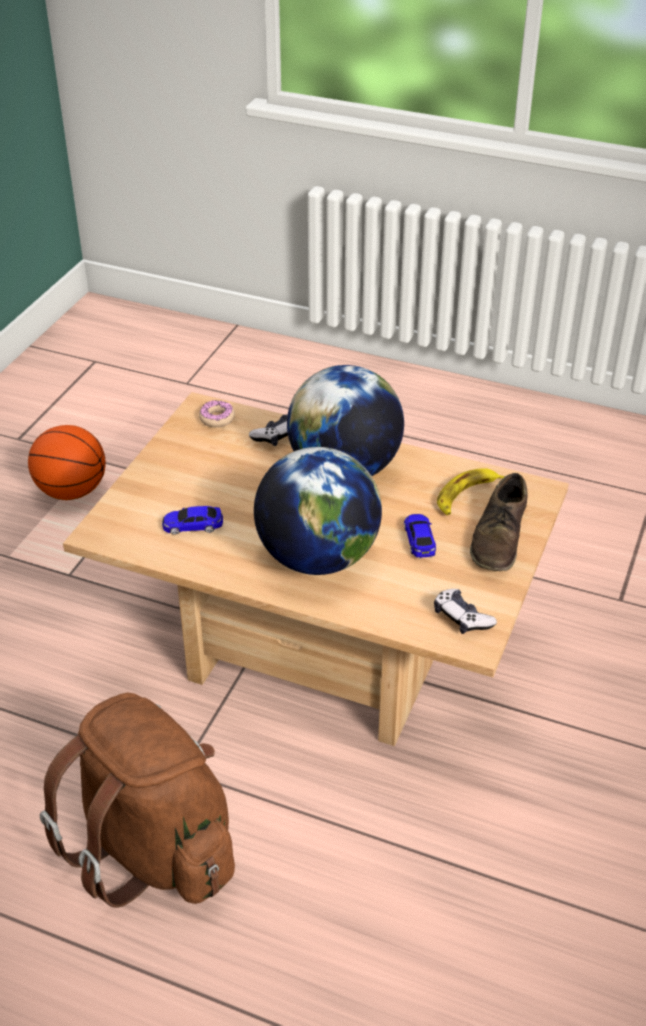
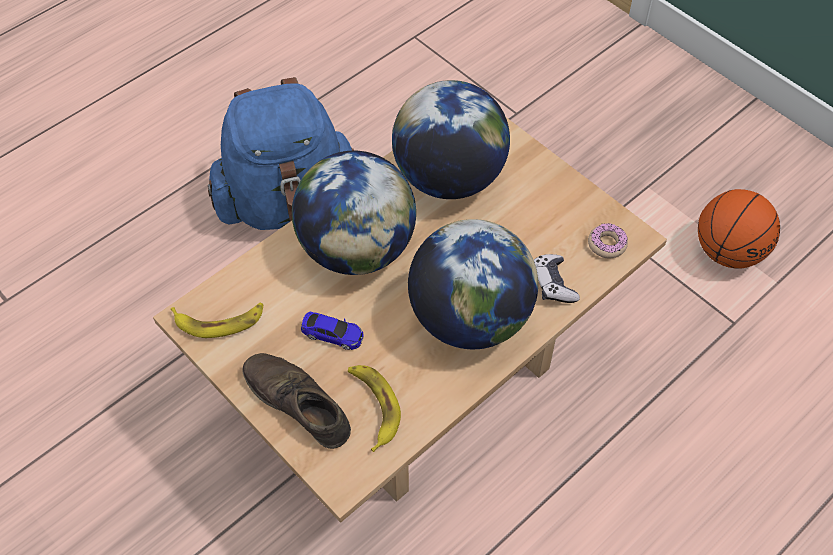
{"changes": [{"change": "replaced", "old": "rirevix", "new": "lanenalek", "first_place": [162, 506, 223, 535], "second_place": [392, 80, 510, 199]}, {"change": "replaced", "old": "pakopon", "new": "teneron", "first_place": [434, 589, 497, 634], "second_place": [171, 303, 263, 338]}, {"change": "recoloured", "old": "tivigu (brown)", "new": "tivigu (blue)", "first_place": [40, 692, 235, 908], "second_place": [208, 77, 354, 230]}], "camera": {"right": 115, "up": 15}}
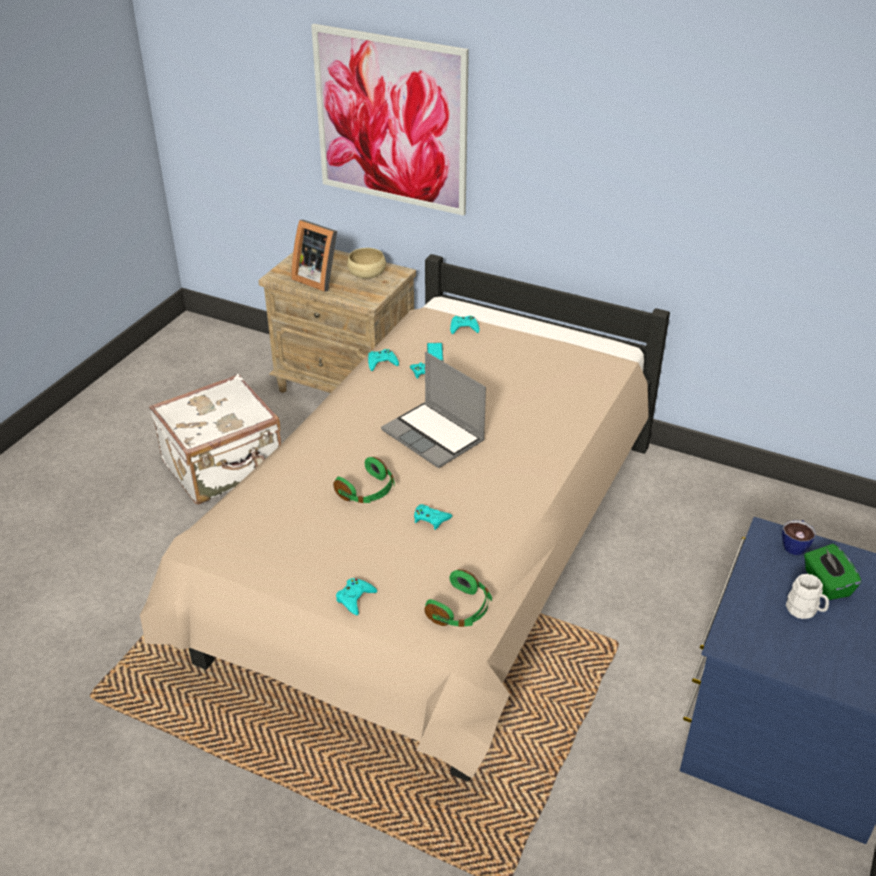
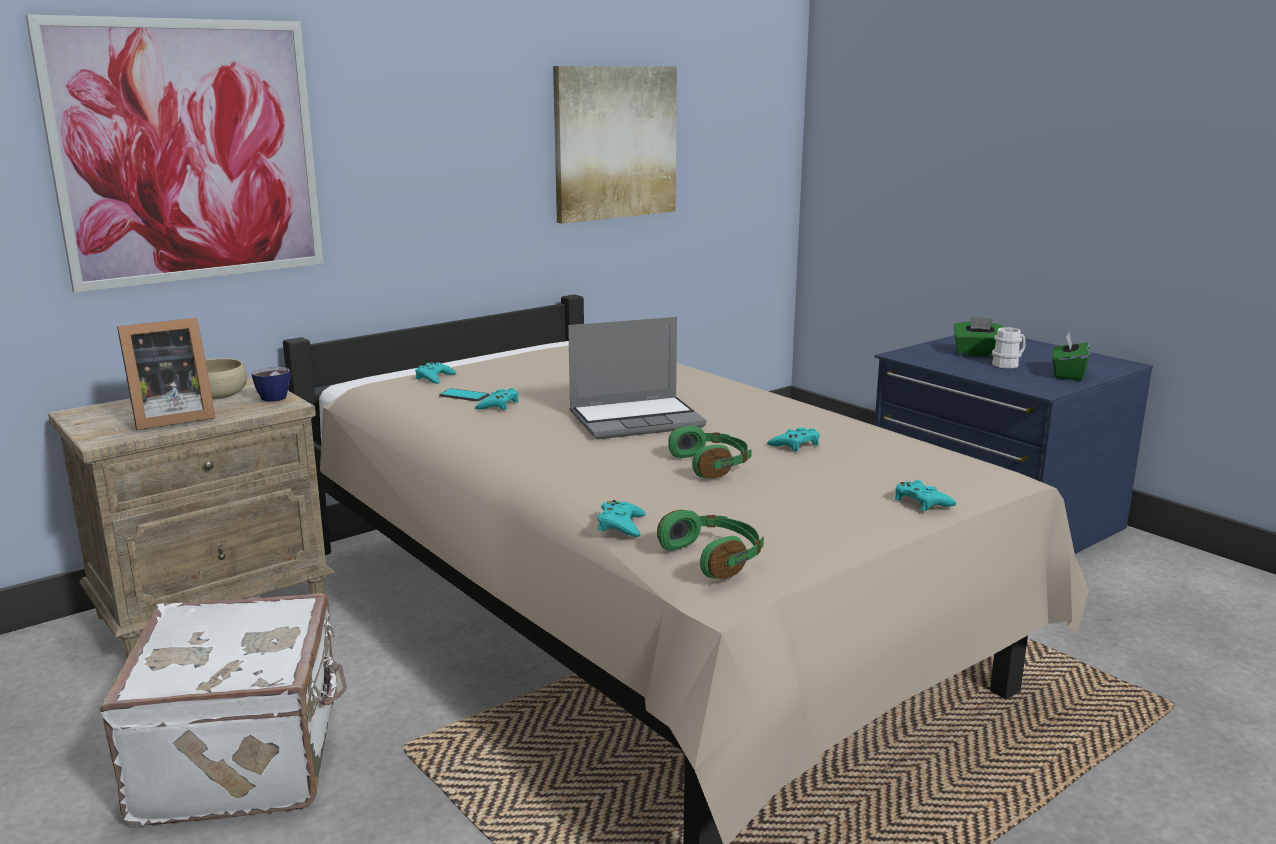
{"changes": [{"change": "moved", "old": "pakopon (turquoise)", "first_place": [368, 349, 399, 371], "second_place": [597, 500, 646, 537]}, {"change": "moved", "old": "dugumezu", "first_place": [782, 520, 816, 555], "second_place": [252, 367, 290, 402]}, {"change": "moved", "old": "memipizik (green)", "first_place": [424, 569, 492, 627], "second_place": [657, 510, 764, 579]}, {"change": "added", "new": "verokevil", "second_place": [553, 66, 677, 224]}, {"change": "added", "new": "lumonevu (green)", "second_place": [1052, 333, 1091, 381]}], "camera": {"right": -65, "up": -20}}
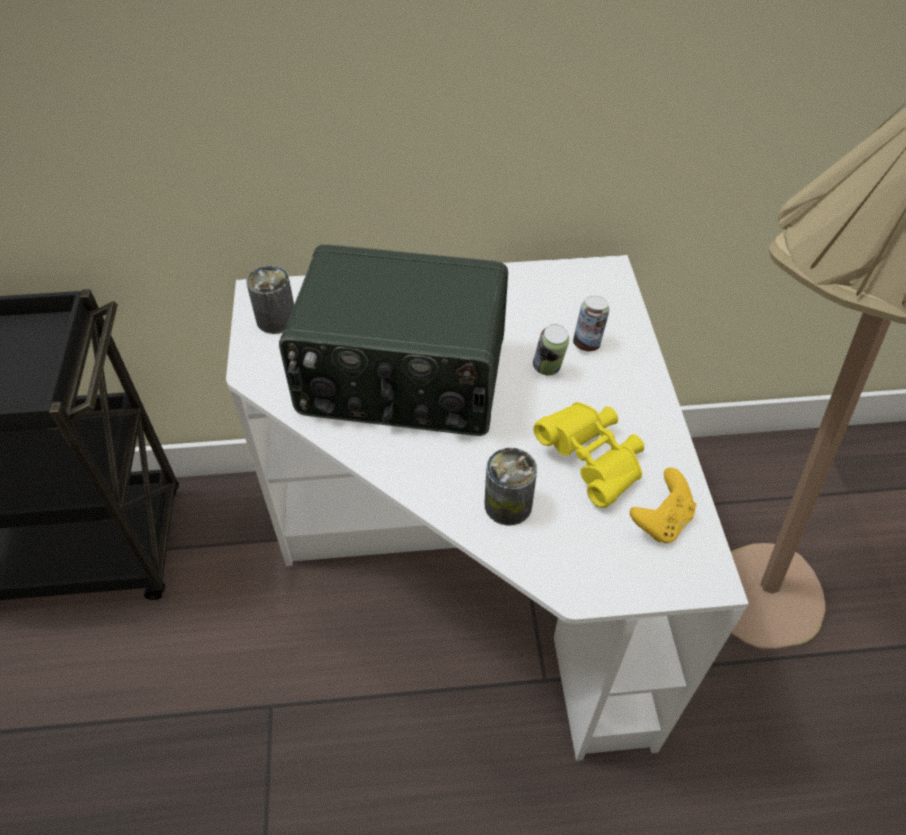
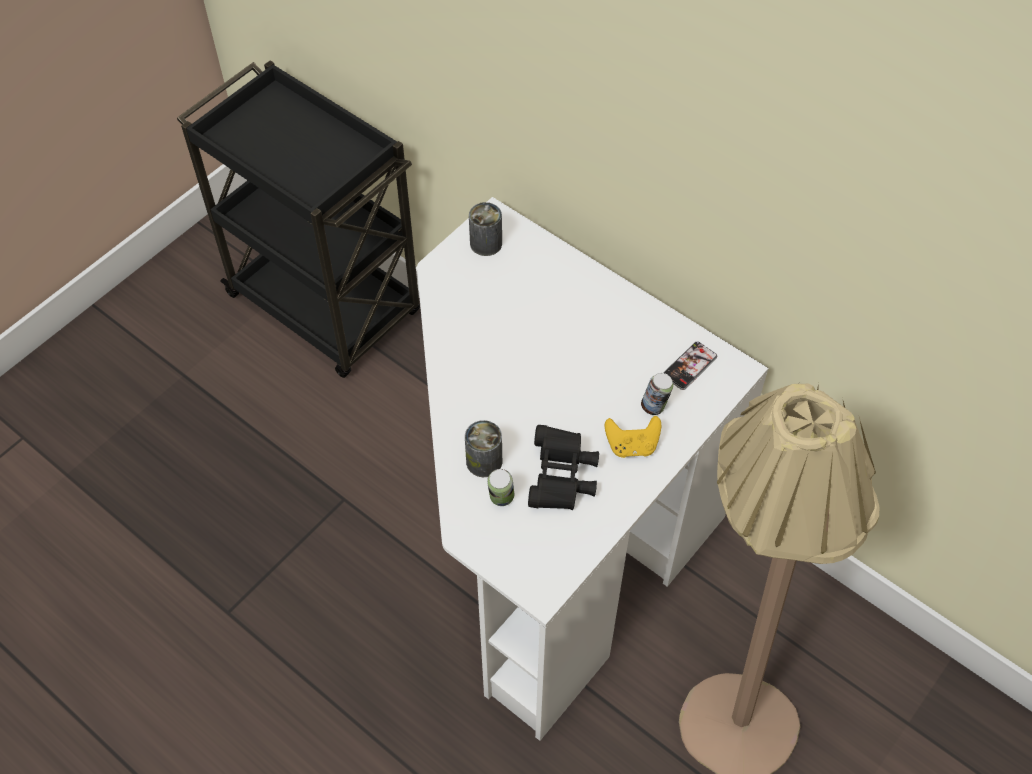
{"changes": [{"change": "removed", "old": "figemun", "first_place": [279, 244, 508, 436]}, {"change": "moved", "old": "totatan", "first_place": [533, 324, 569, 376], "second_place": [487, 469, 514, 506]}, {"change": "recoloured", "old": "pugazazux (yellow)", "new": "pugazazux (black)", "first_place": [533, 402, 644, 508], "second_place": [528, 425, 599, 510]}, {"change": "moved", "old": "pakopon (yellow)", "first_place": [630, 468, 696, 543], "second_place": [605, 416, 661, 458]}, {"change": "added", "new": "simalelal", "second_place": [663, 342, 717, 390]}], "camera": {"right": 45, "up": 5}}
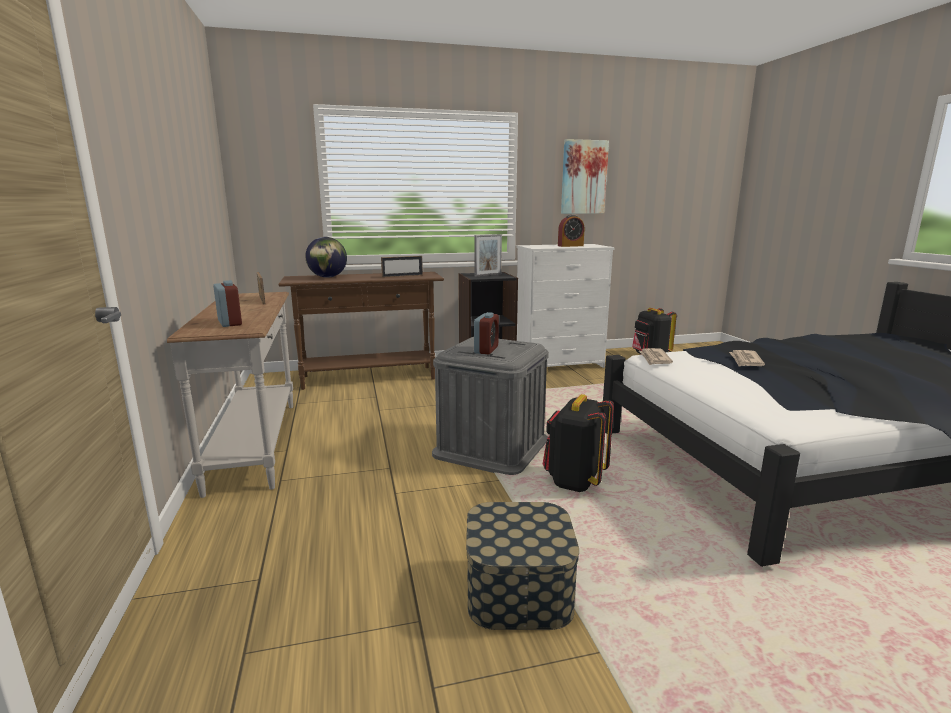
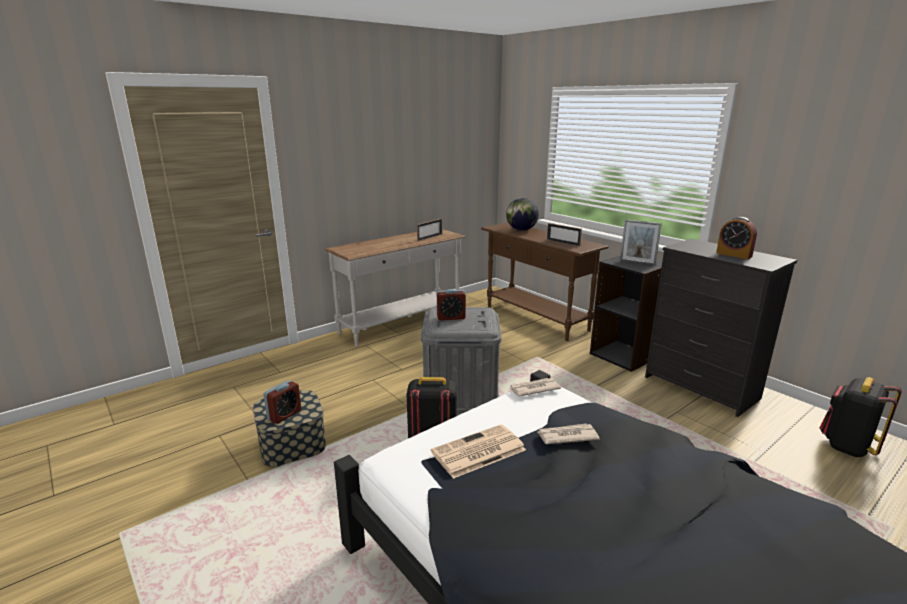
{"changes": [{"change": "removed", "old": "verokevil", "first_place": [561, 139, 609, 214]}, {"change": "recoloured", "old": "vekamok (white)", "new": "vekamok (black)", "first_place": [517, 244, 615, 368], "second_place": [645, 239, 797, 417]}, {"change": "moved", "old": "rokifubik", "first_place": [213, 280, 242, 327], "second_place": [263, 380, 301, 424]}, {"change": "added", "new": "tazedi", "second_place": [431, 424, 526, 479]}], "camera": {"right": 65, "up": 5}}
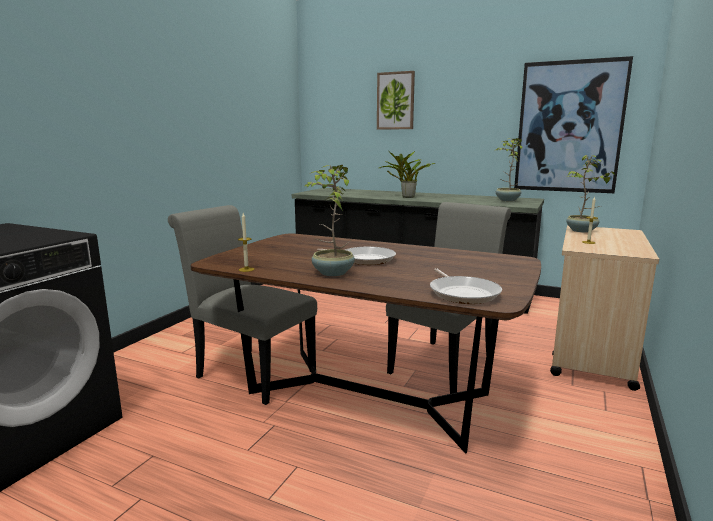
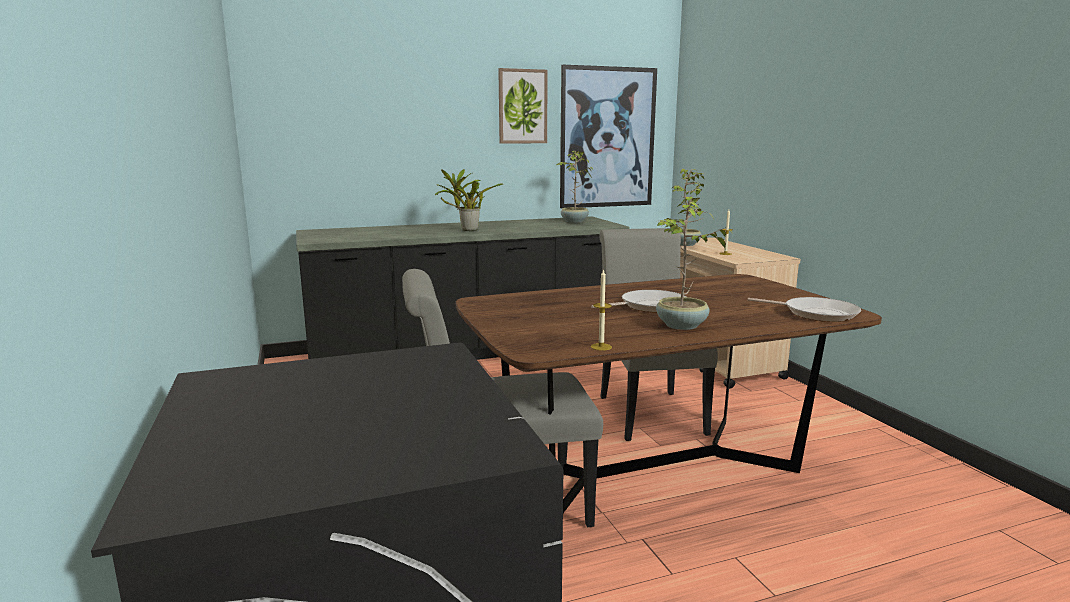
{"changes": [{"change": "moved", "old": "verokevil", "first_place": [377, 71, 415, 130], "second_place": [498, 68, 548, 144]}], "camera": {"right": -45, "up": 0}}
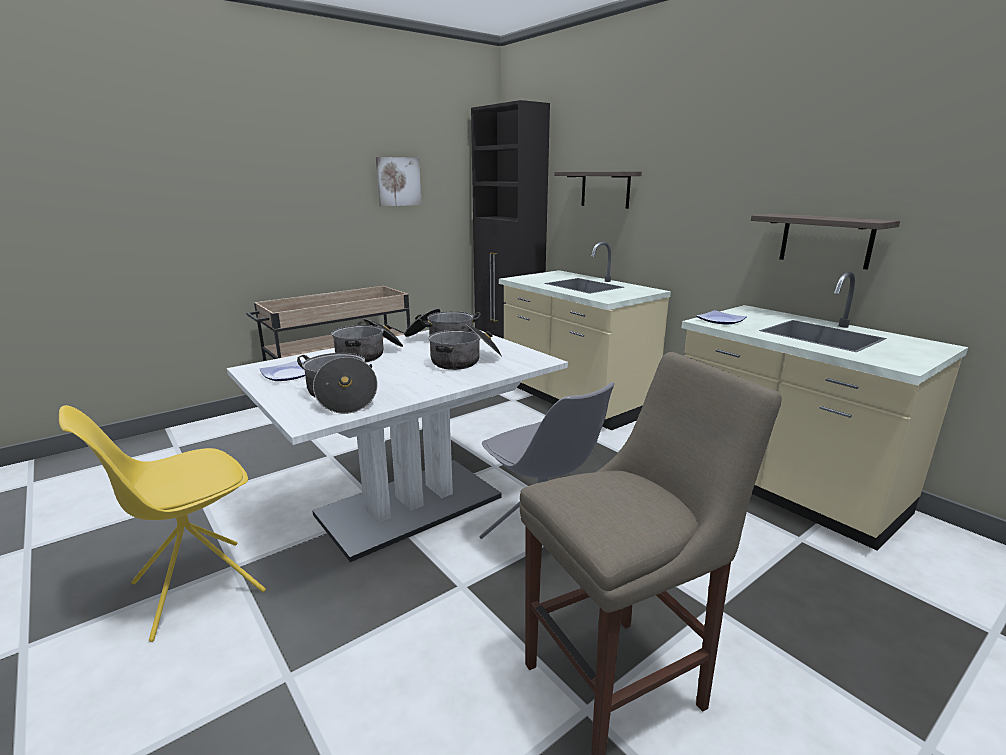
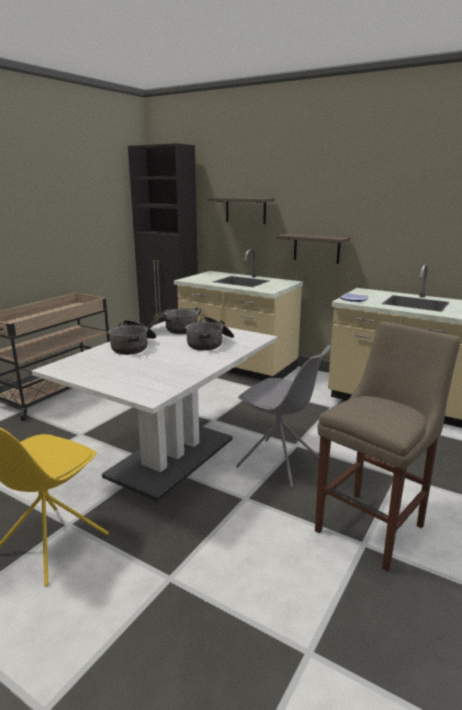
{"changes": [{"change": "removed", "old": "verokevil", "first_place": [376, 157, 422, 207]}, {"change": "moved", "old": "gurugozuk", "first_place": [751, 214, 900, 270], "second_place": [276, 233, 351, 264]}, {"change": "removed", "old": "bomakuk", "first_place": [297, 353, 378, 414]}, {"change": "removed", "old": "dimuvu", "first_place": [260, 360, 305, 381]}], "camera": {"right": -20, "up": 0}}
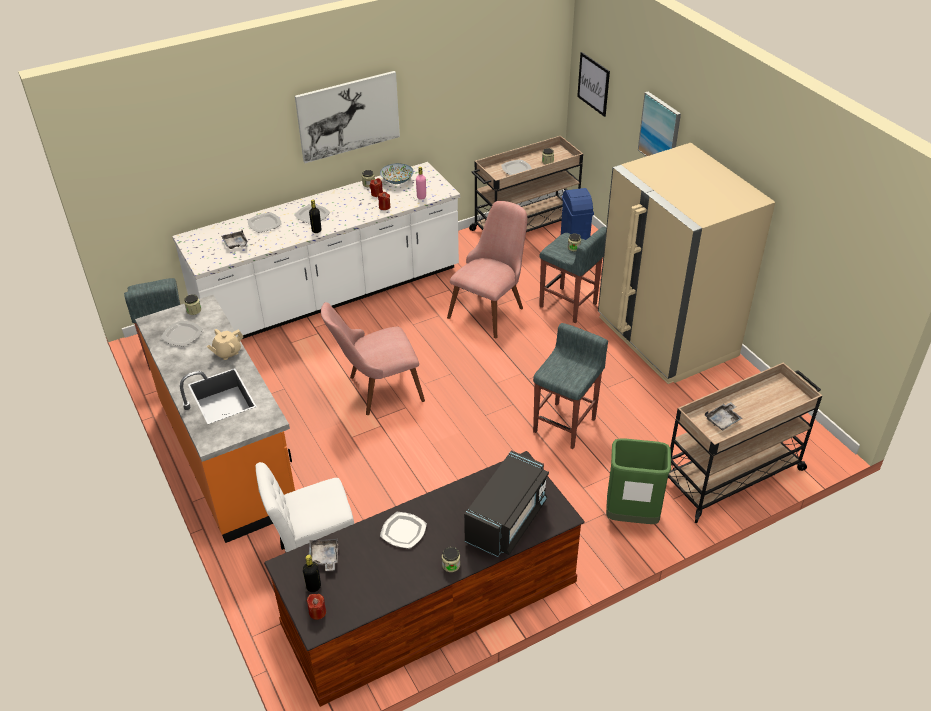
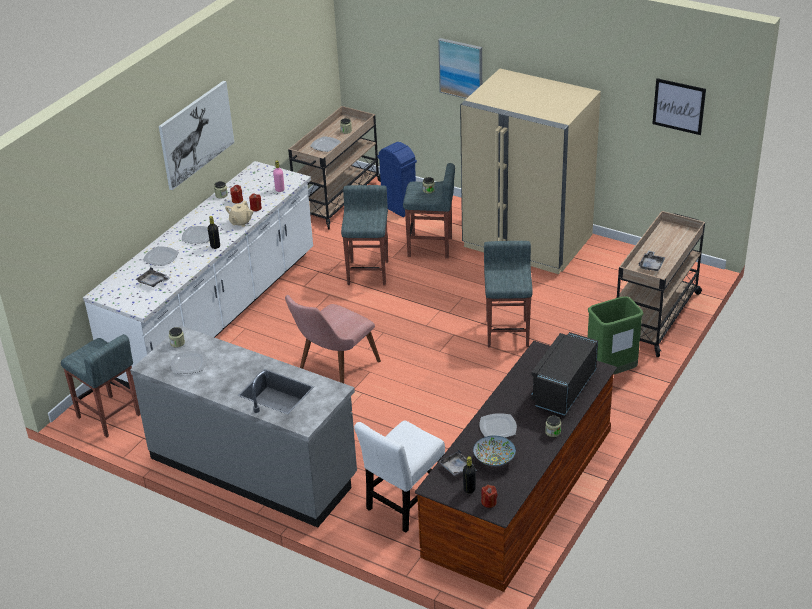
{"changes": [{"change": "moved", "old": "verokevil", "first_place": [577, 52, 610, 117], "second_place": [652, 78, 706, 135]}, {"change": "moved", "old": "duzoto", "first_place": [380, 163, 414, 184], "second_place": [473, 436, 516, 466]}, {"change": "replaced", "old": "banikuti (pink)", "new": "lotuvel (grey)", "first_place": [447, 201, 527, 338], "second_place": [341, 185, 388, 285]}, {"change": "recoloured", "old": "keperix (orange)", "new": "keperix (grey)", "first_place": [135, 295, 295, 543], "second_place": [130, 325, 357, 528]}, {"change": "moved", "old": "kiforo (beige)", "first_place": [207, 329, 243, 360], "second_place": [225, 201, 253, 227]}, {"change": "turned", "old": "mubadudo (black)", "first_place": [464, 450, 549, 557], "second_place": [531, 332, 598, 416], "degrees": -150}], "camera": {"right": -30, "up": -5}}
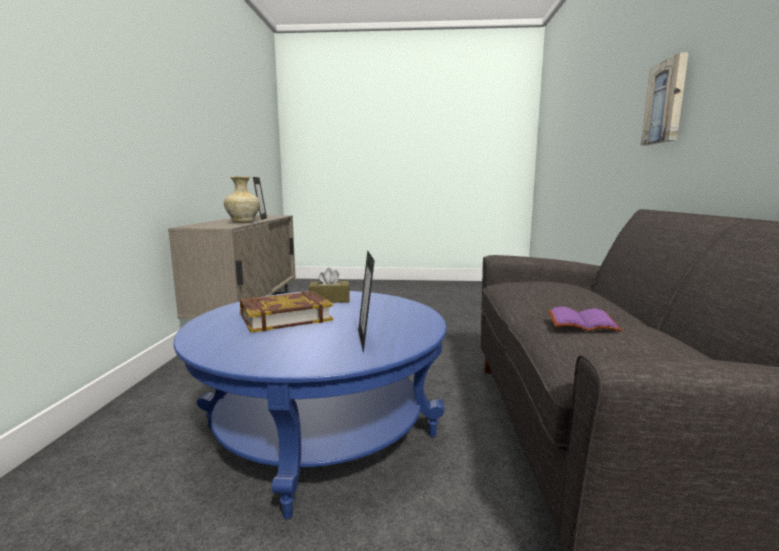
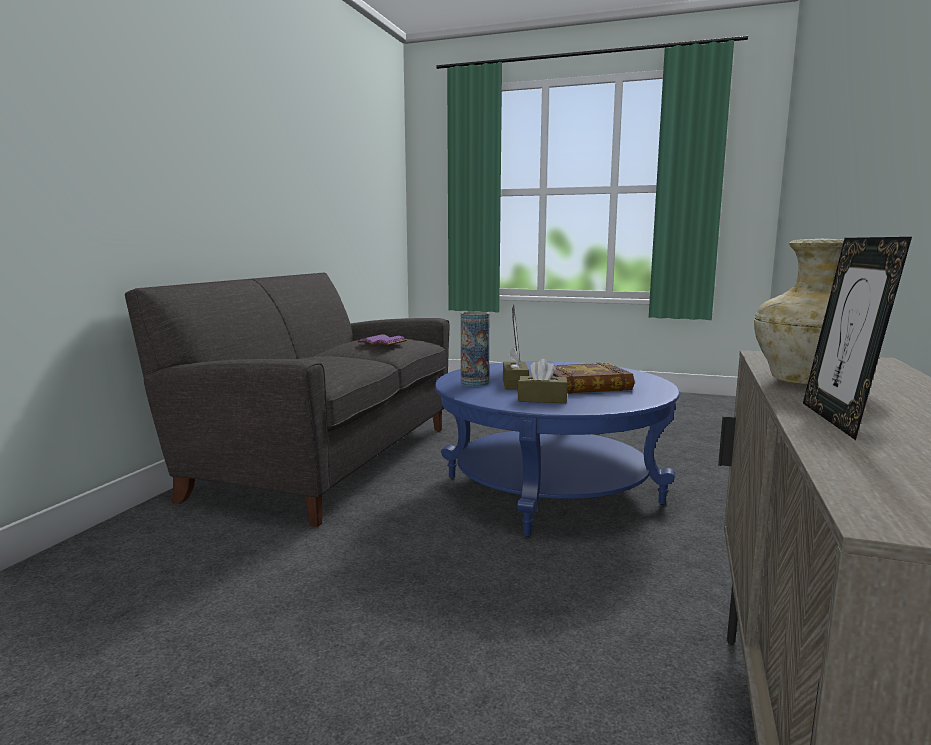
{"changes": [{"change": "removed", "old": "verokevil", "first_place": [641, 52, 689, 145]}, {"change": "added", "new": "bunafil", "second_place": [461, 312, 489, 386]}, {"change": "added", "new": "lumonevu (brown)", "second_place": [503, 348, 529, 389]}], "camera": {"right": -165, "up": 0}}
